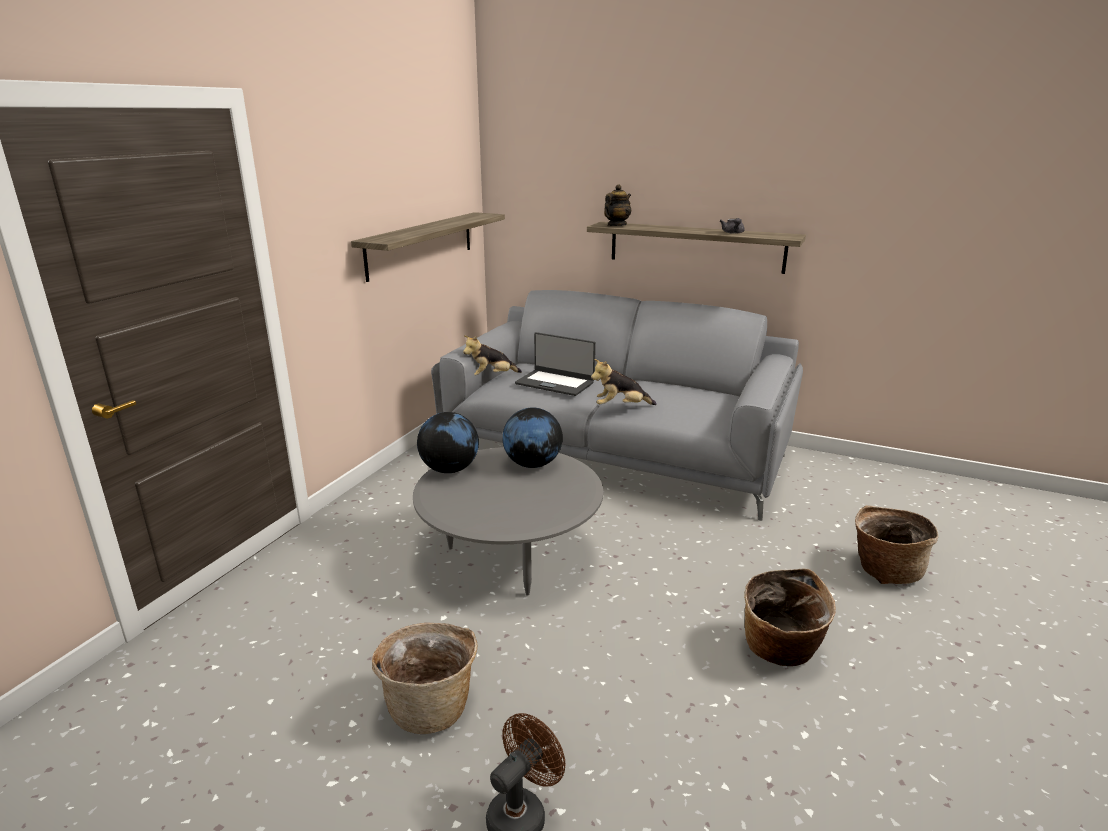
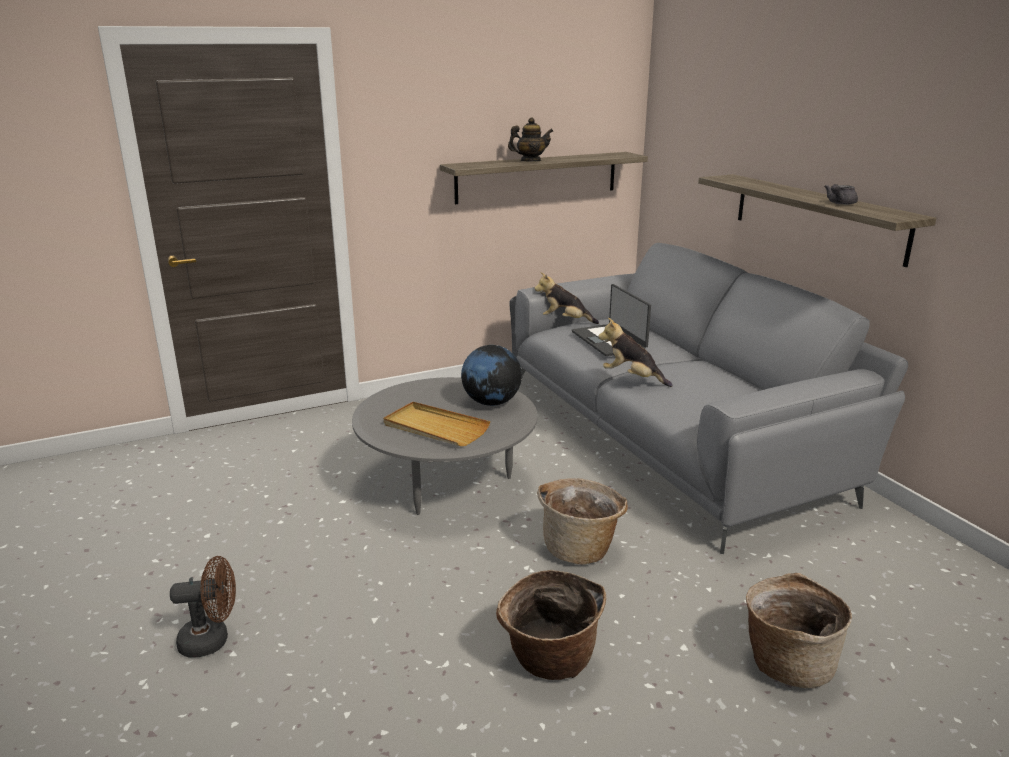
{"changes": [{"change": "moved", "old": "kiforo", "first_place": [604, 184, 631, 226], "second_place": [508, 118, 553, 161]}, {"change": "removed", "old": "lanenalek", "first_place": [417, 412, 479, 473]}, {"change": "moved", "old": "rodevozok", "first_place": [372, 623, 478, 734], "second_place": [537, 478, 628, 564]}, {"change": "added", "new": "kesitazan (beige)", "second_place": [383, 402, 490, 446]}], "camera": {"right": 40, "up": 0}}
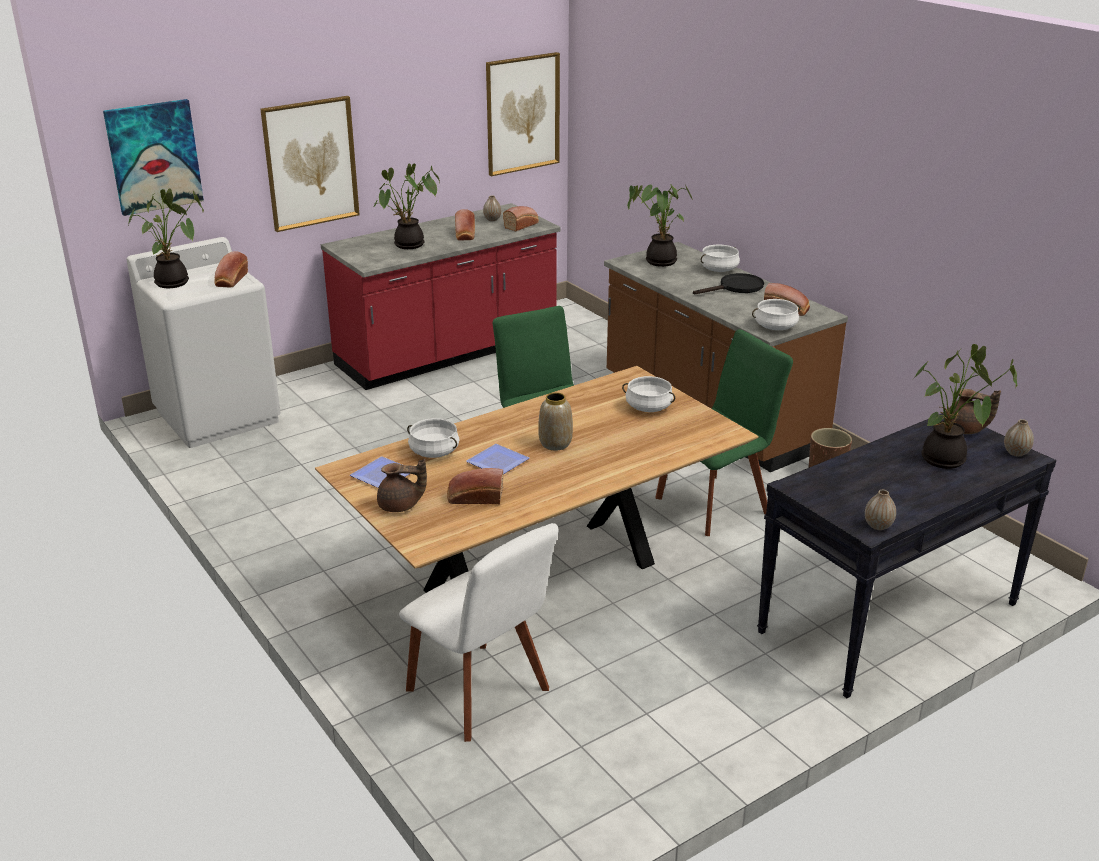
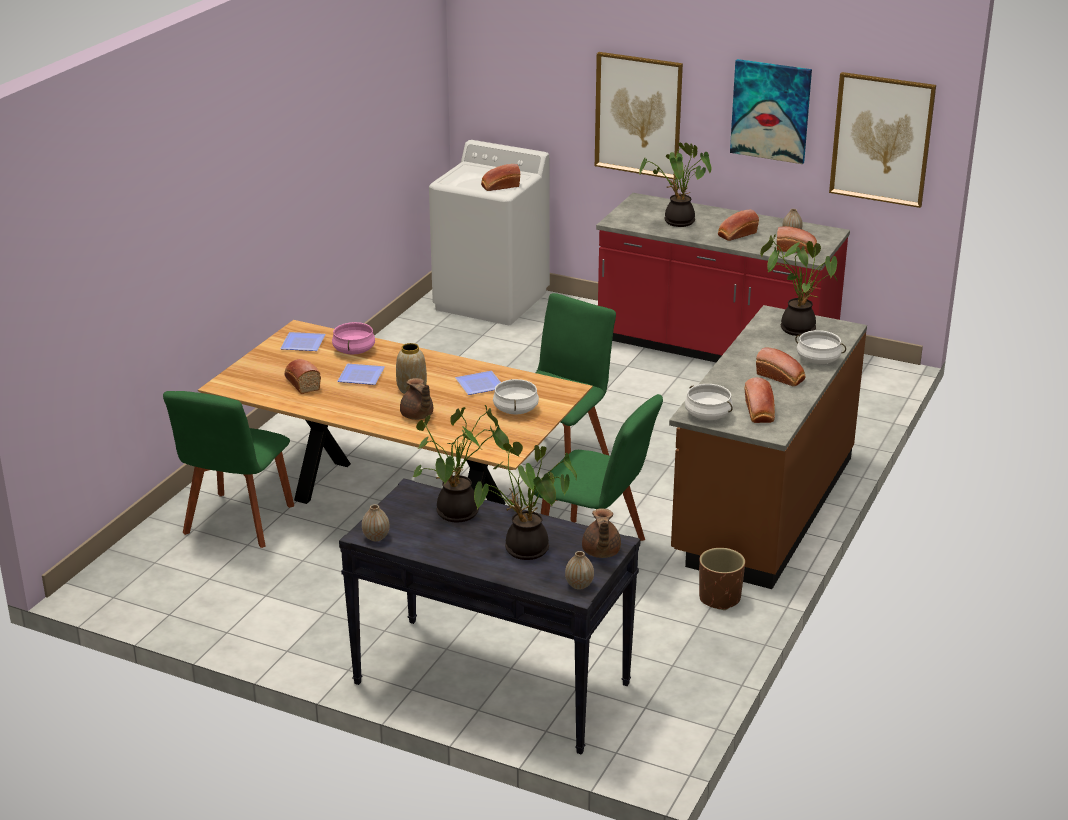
{"changes": [{"change": "moved", "old": "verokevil", "first_place": [103, 99, 204, 216], "second_place": [730, 59, 812, 164]}, {"change": "moved", "old": "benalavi", "first_place": [128, 188, 204, 288], "second_place": [413, 405, 509, 523]}, {"change": "replaced", "old": "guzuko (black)", "new": "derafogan", "first_place": [693, 273, 764, 294], "second_place": [756, 347, 805, 387]}, {"change": "recoloured", "old": "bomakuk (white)", "new": "bomakuk (pink)", "first_place": [407, 418, 460, 458], "second_place": [332, 322, 375, 355]}, {"change": "moved", "old": "kiforo (brown)", "first_place": [377, 459, 427, 512], "second_place": [400, 378, 433, 420]}, {"change": "recoloured", "old": "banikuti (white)", "new": "banikuti (green)", "first_place": [399, 523, 558, 742], "second_place": [163, 391, 294, 548]}, {"change": "added", "new": "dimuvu", "second_place": [455, 371, 501, 395]}], "camera": {"right": 60, "up": 0}}
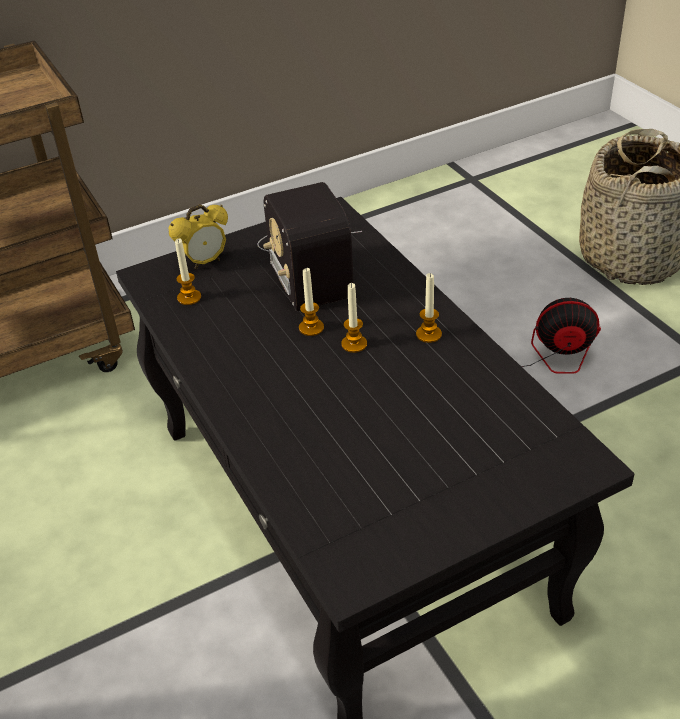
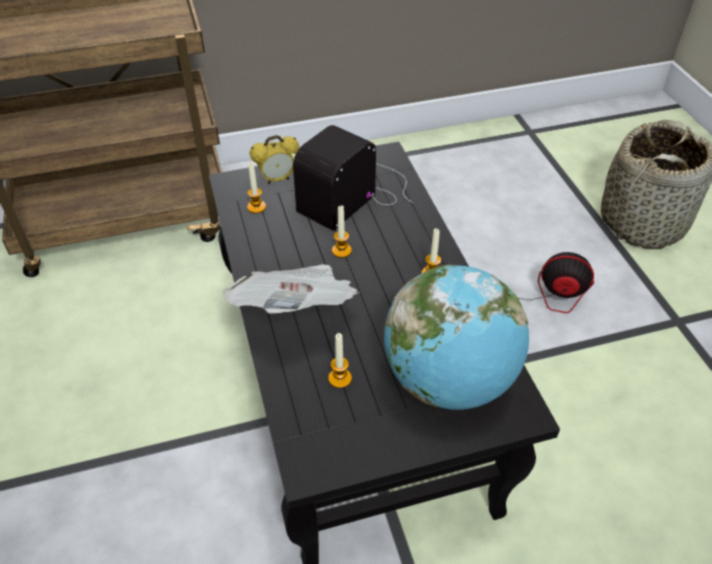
{"changes": [{"change": "turned", "old": "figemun", "first_place": [257, 182, 362, 311], "second_place": [293, 125, 414, 231], "degrees": 45}, {"change": "moved", "old": "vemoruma", "first_place": [341, 283, 367, 353], "second_place": [328, 333, 352, 388]}, {"change": "added", "new": "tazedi", "second_place": [222, 264, 359, 314]}, {"change": "added", "new": "lanenalek", "second_place": [384, 265, 529, 410]}], "camera": {"right": 10, "up": 5}}
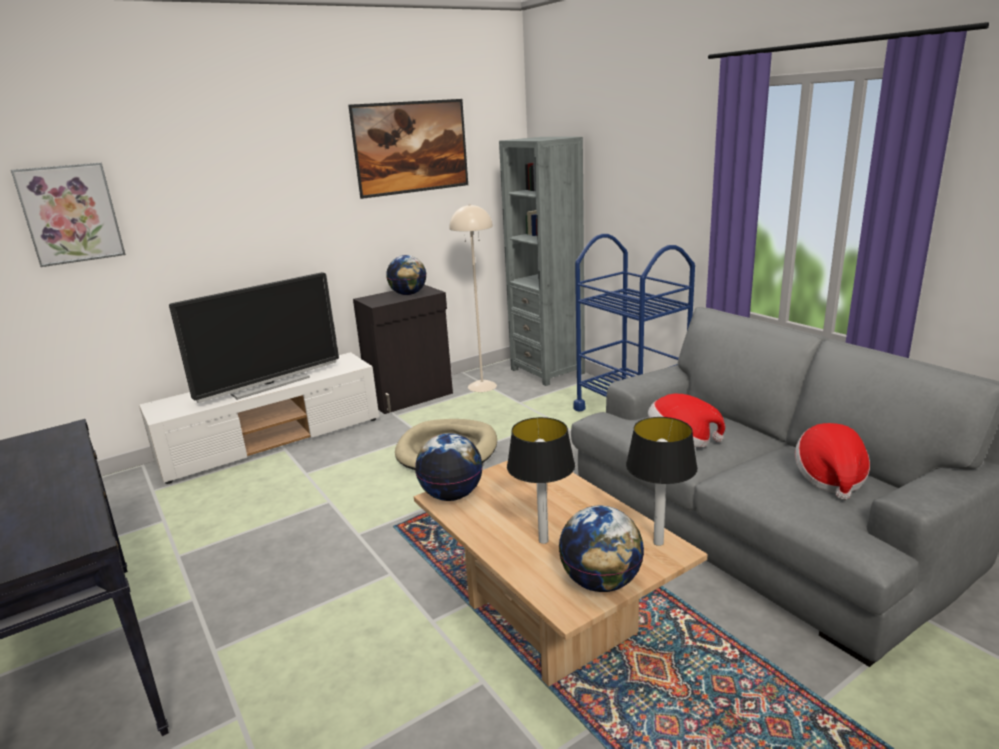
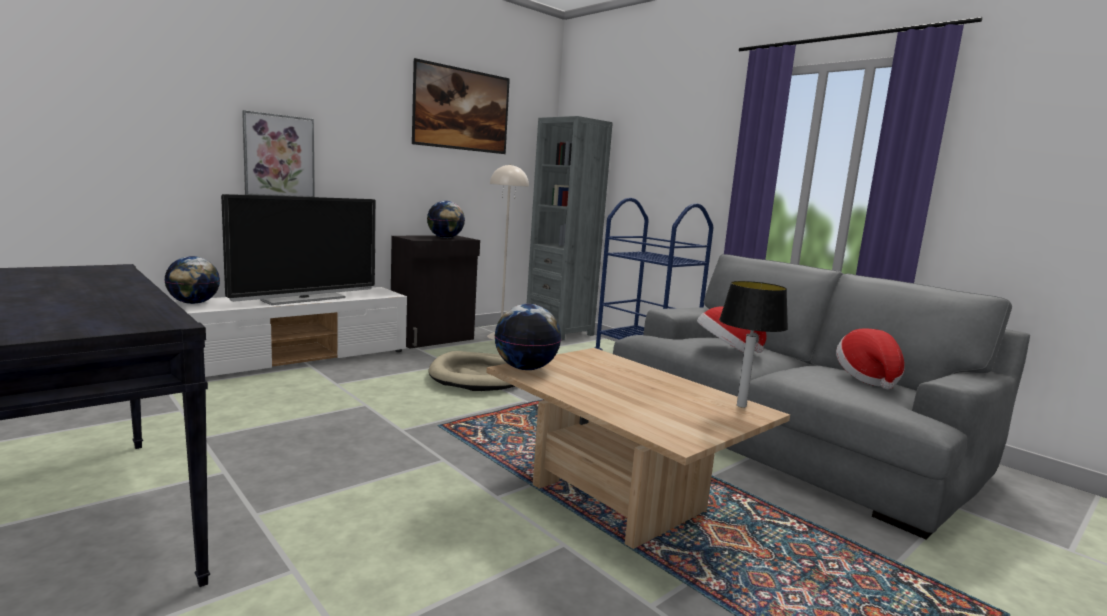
{"changes": [{"change": "moved", "old": "verokevil", "first_place": [11, 163, 126, 267], "second_place": [242, 110, 315, 197]}, {"change": "removed", "old": "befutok", "first_place": [507, 417, 575, 544]}, {"change": "moved", "old": "lanenalek", "first_place": [559, 505, 644, 592], "second_place": [165, 256, 220, 304]}], "camera": {"right": -10, "up": -10}}
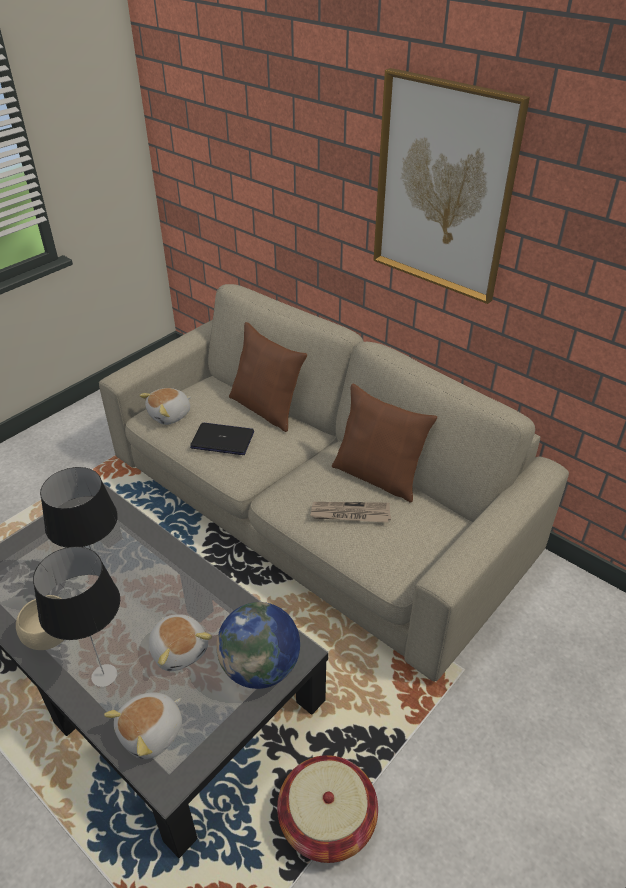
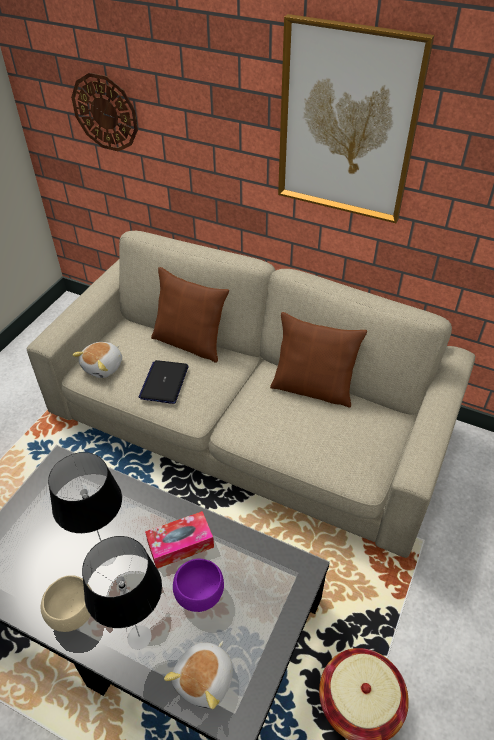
{"changes": [{"change": "turned", "old": "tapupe", "first_place": [190, 423, 254, 455], "second_place": [139, 360, 189, 404], "degrees": -75}, {"change": "removed", "old": "tazedi", "first_place": [310, 502, 391, 522]}, {"change": "removed", "old": "lanenalek", "first_place": [216, 602, 300, 689]}, {"change": "replaced", "old": "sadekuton", "new": "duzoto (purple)", "first_place": [149, 614, 212, 671], "second_place": [173, 558, 224, 612]}, {"change": "added", "new": "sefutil", "second_place": [71, 73, 138, 151]}, {"change": "added", "new": "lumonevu", "second_place": [145, 511, 214, 569]}], "camera": {"right": -15, "up": 5}}
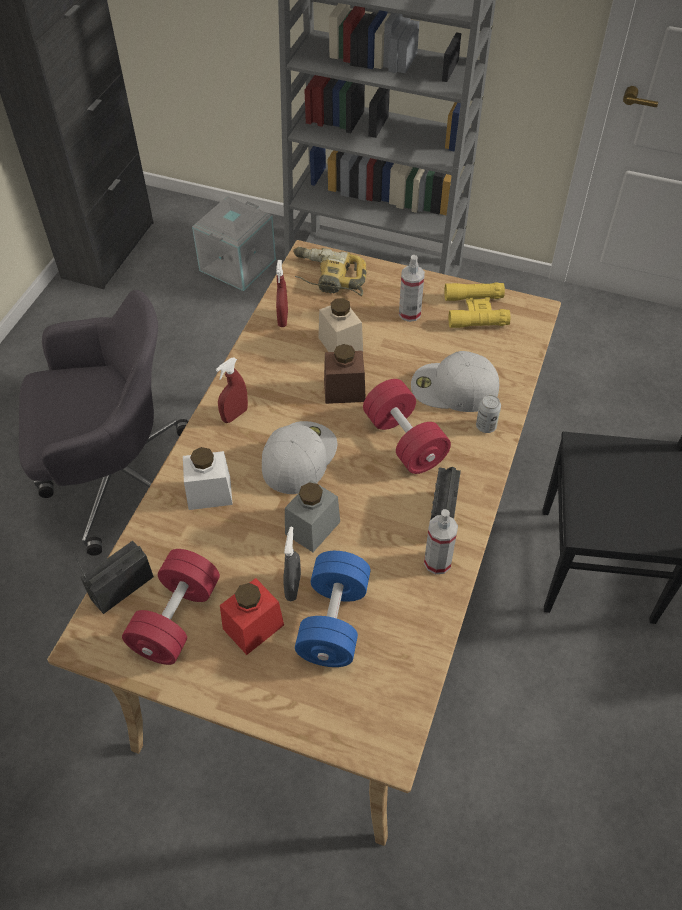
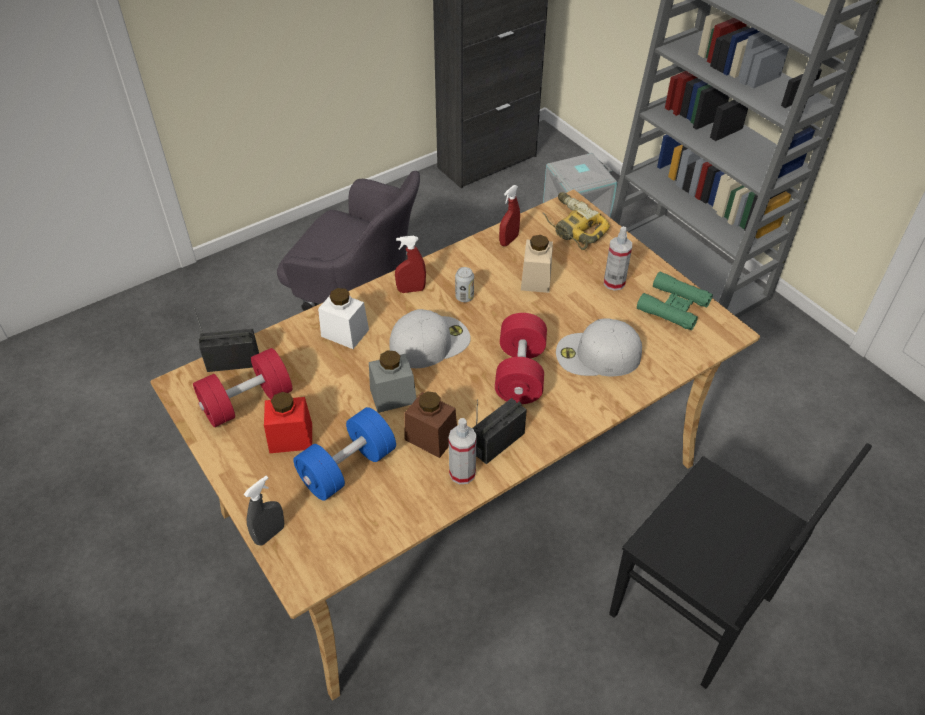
{"changes": [{"change": "recoloured", "old": "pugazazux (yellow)", "new": "pugazazux (green)", "first_place": [444, 282, 510, 328], "second_place": [637, 272, 713, 330]}, {"change": "moved", "old": "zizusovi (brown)", "first_place": [324, 344, 366, 404], "second_place": [405, 391, 457, 458]}, {"change": "turned", "old": "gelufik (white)", "first_place": [411, 351, 499, 412], "second_place": [556, 318, 642, 376], "degrees": -45}, {"change": "moved", "old": "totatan", "first_place": [476, 395, 501, 433], "second_place": [455, 267, 474, 302]}, {"change": "moved", "old": "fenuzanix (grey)", "first_place": [283, 527, 301, 601], "second_place": [244, 475, 284, 545]}], "camera": {"right": 35, "up": -5}}
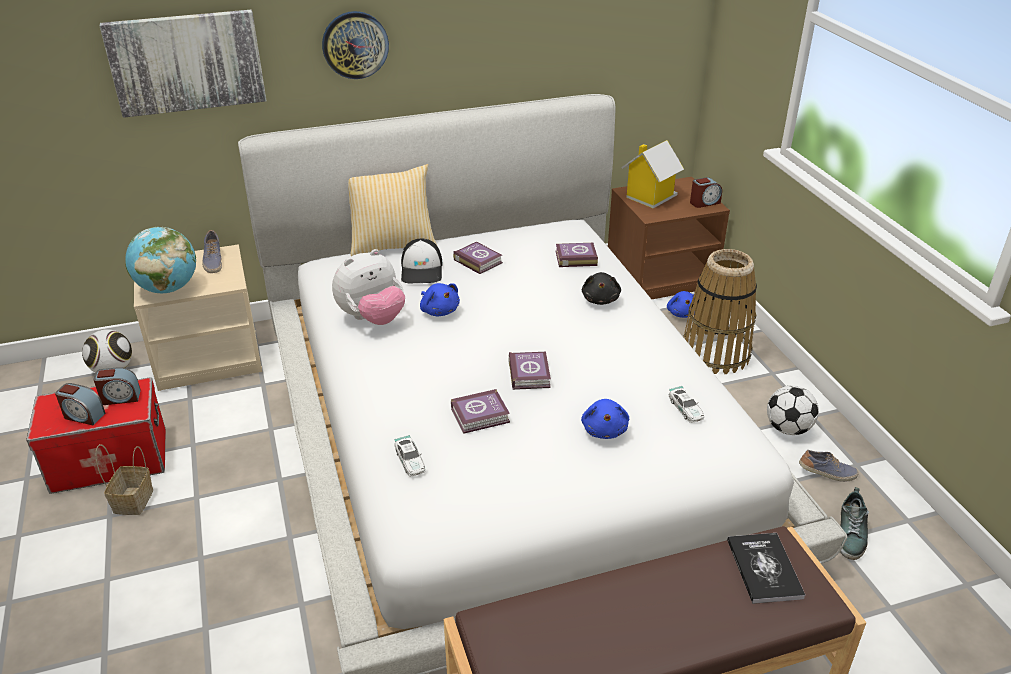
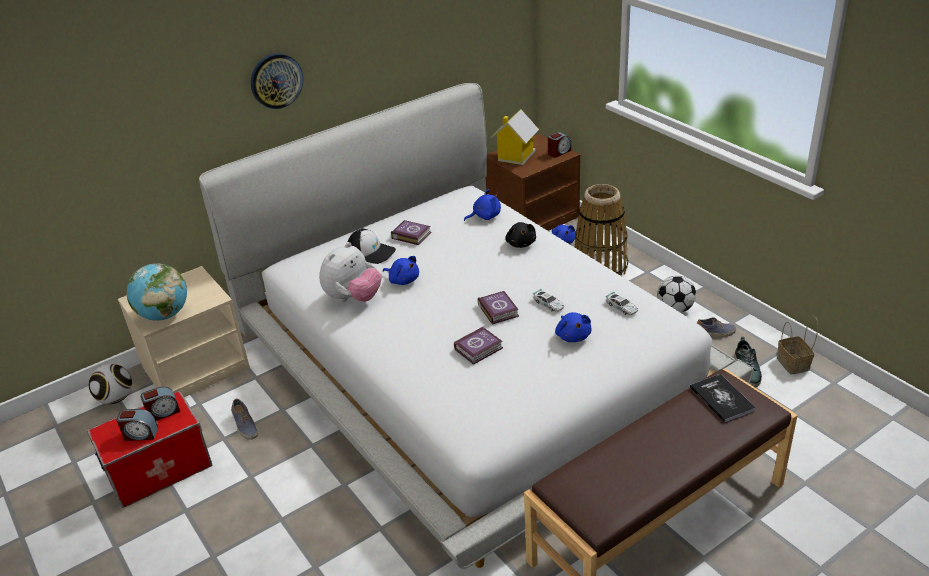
{"changes": [{"change": "removed", "old": "verokevil", "first_place": [100, 10, 266, 118]}, {"change": "removed", "old": "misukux", "first_place": [348, 164, 437, 256]}, {"change": "moved", "old": "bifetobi", "first_place": [202, 230, 222, 273], "second_place": [231, 399, 258, 440]}, {"change": "turned", "old": "gelufik", "first_place": [401, 239, 443, 283], "second_place": [348, 229, 396, 264], "degrees": -45}, {"change": "replaced", "old": "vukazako", "new": "sadekuton (blue)", "first_place": [555, 243, 598, 267], "second_place": [464, 189, 501, 221]}, {"change": "moved", "old": "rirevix", "first_place": [394, 435, 425, 477], "second_place": [533, 289, 564, 313]}, {"change": "moved", "old": "rodevozok", "first_place": [95, 444, 153, 515], "second_place": [777, 316, 818, 375]}], "camera": {"right": -15, "up": 0}}
